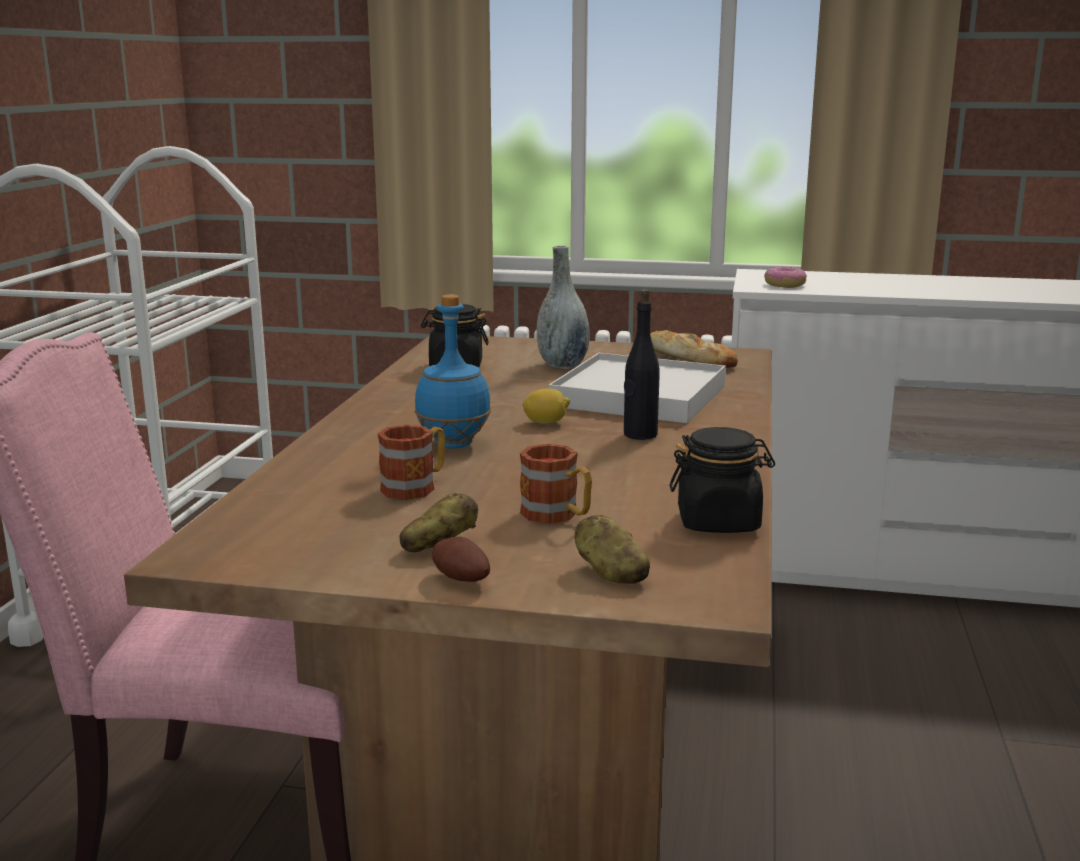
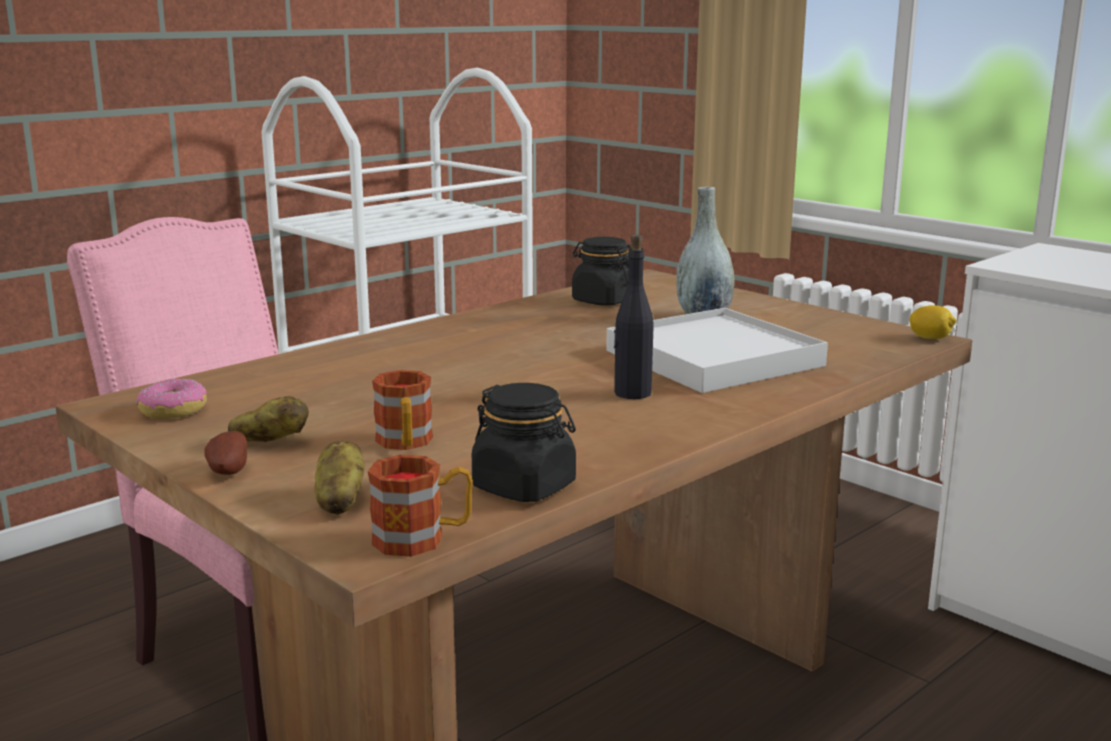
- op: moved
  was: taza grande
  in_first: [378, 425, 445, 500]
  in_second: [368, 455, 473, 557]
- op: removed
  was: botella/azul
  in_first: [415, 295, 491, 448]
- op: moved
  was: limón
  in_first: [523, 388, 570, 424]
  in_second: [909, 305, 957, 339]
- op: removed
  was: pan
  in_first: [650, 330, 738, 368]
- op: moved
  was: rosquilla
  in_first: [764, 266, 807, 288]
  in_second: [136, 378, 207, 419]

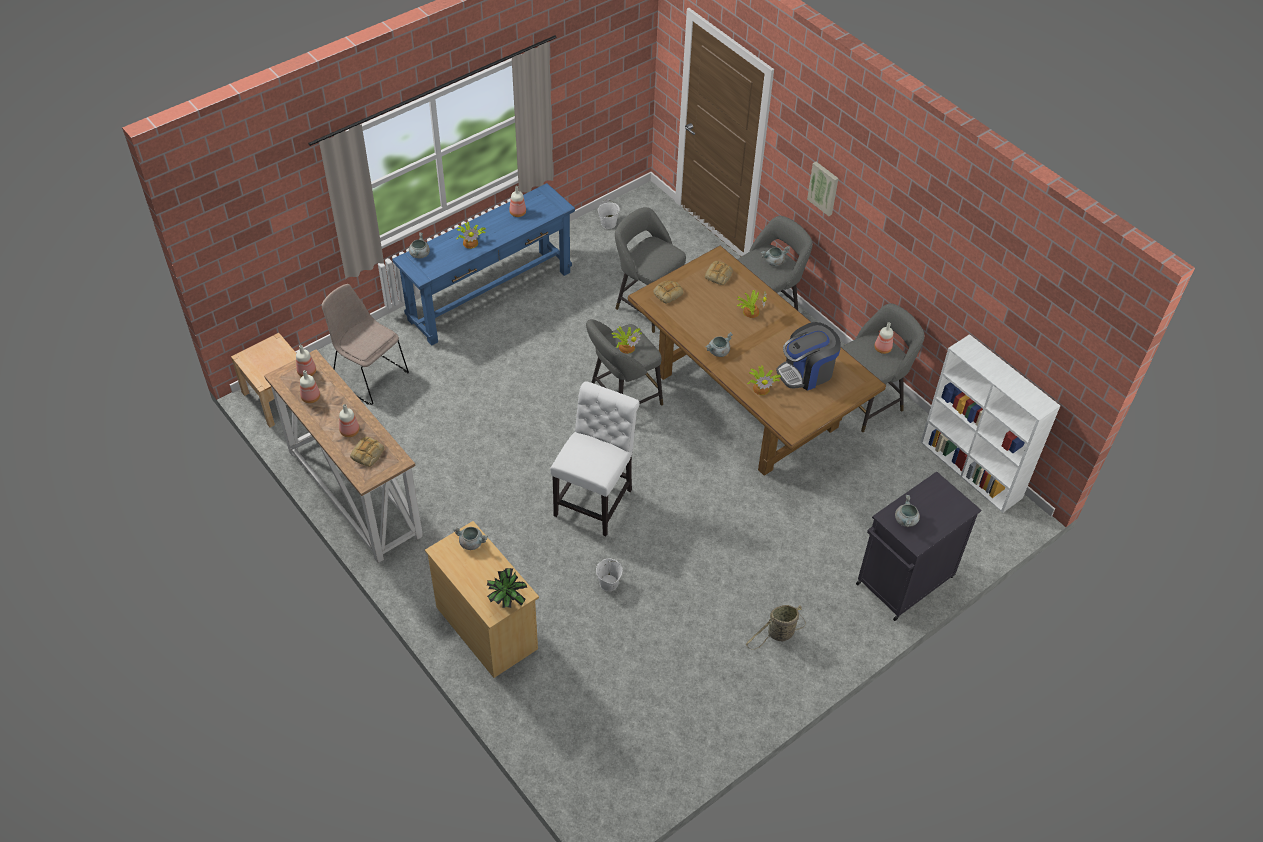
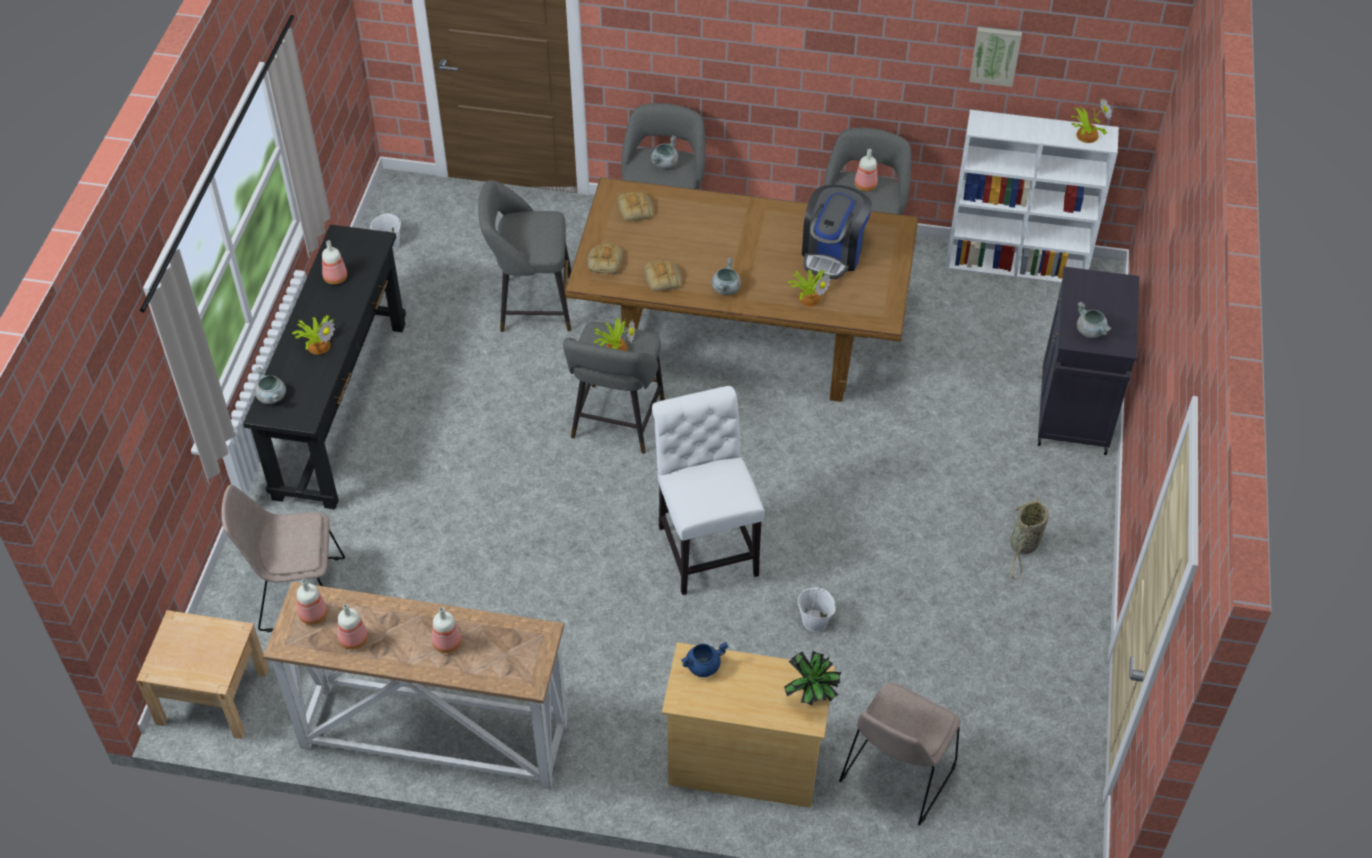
- op: moved
  was: pan
  in_first: [350, 437, 384, 467]
  in_second: [644, 260, 681, 292]
- op: recoloured
  was: mesa consola/azul
  now: mesa consola/negro
  in_first: [392, 183, 575, 346]
  in_second: [243, 225, 406, 510]
- op: recoloured
  was: olla/gris
  now: olla/azul
  in_first: [453, 527, 488, 550]
  in_second: [681, 642, 729, 677]
- op: moved
  was: planta en maceta
  in_first: [737, 290, 767, 318]
  in_second: [1071, 98, 1112, 143]
- op: moved
  was: cuadro
  in_first: [807, 162, 839, 216]
  in_second: [969, 27, 1022, 87]
- op: added
  now: silla/beis
  in_second: [839, 682, 961, 826]

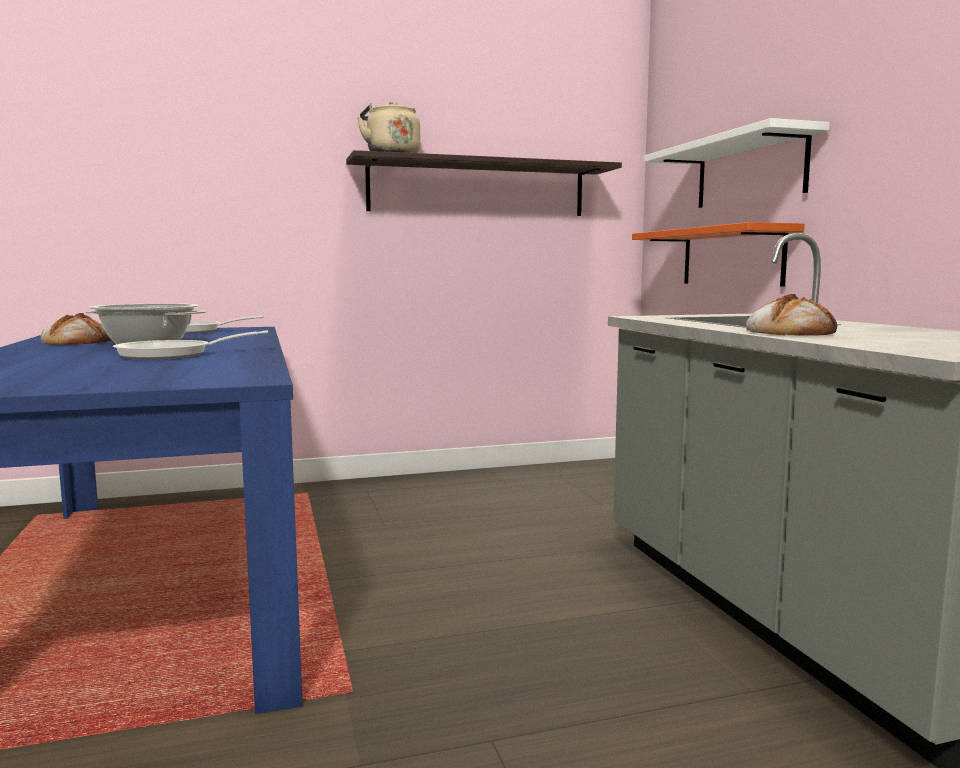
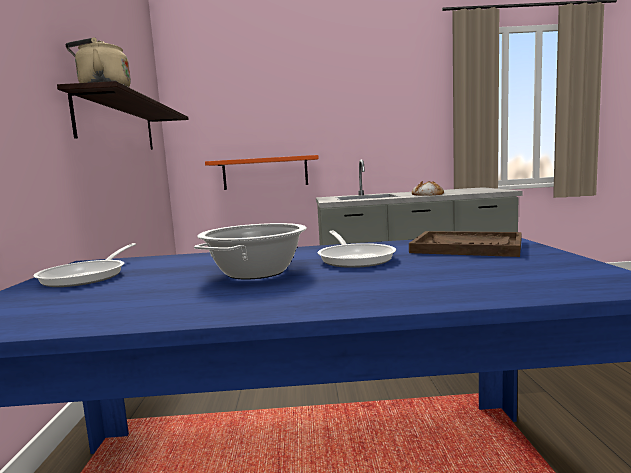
- op: removed
  was: pan
  in_first: [40, 313, 111, 345]
- op: removed
  was: estante/blanco
  in_first: [644, 118, 830, 208]
- op: added
  now: bandeja/marrón
  in_second: [409, 231, 522, 257]

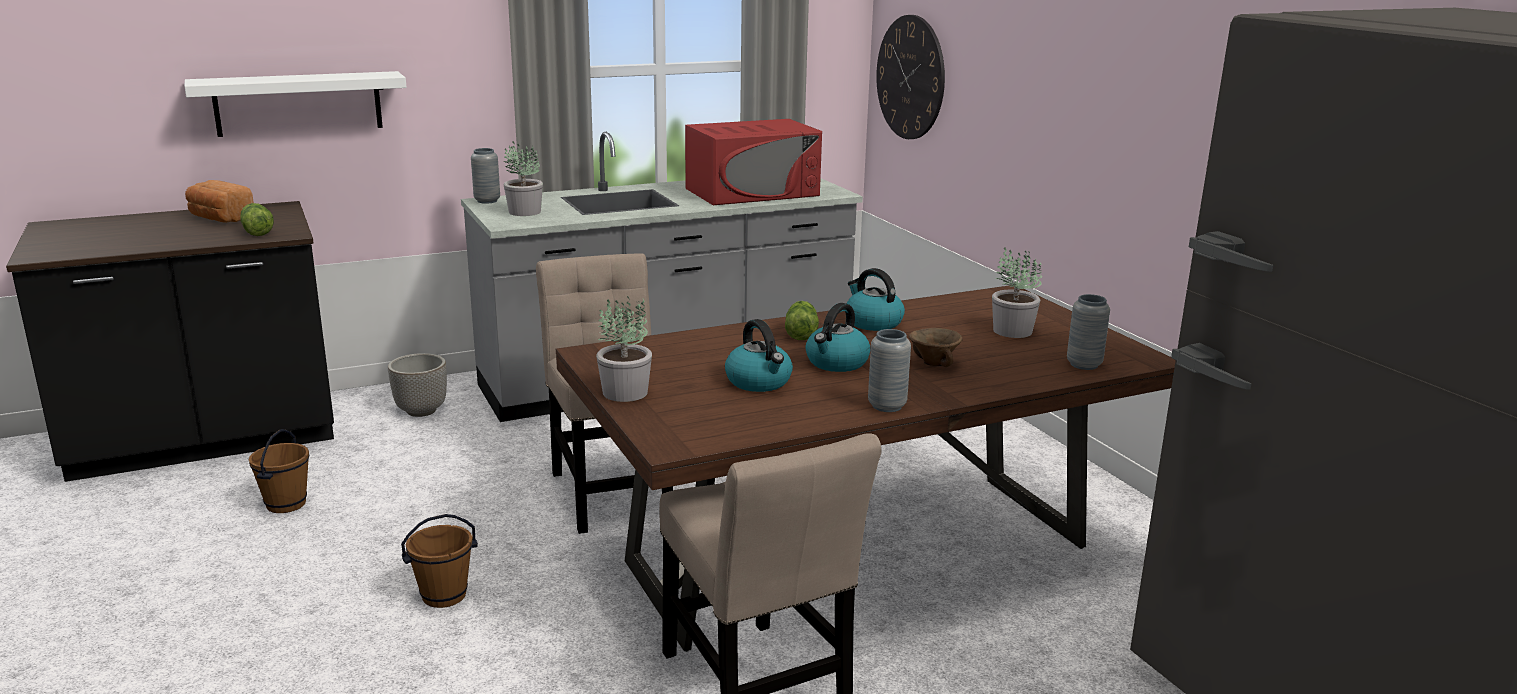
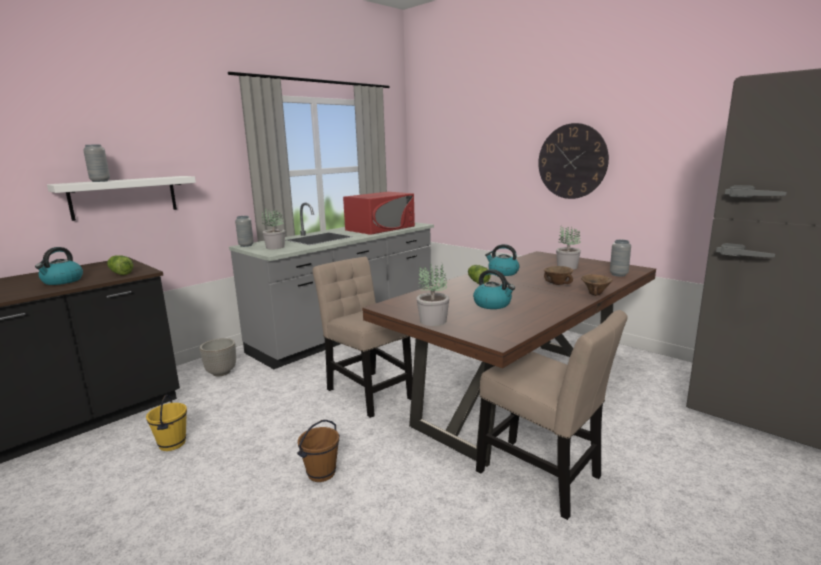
- op: removed
  was: pan
  in_first: [185, 180, 254, 223]
- op: recoloured
  was: cubo/marrón
  now: cubo/amarillo
  in_first: [249, 429, 309, 513]
  in_second: [146, 395, 187, 451]
- op: moved
  was: hervidor
  in_first: [805, 303, 871, 372]
  in_second: [35, 247, 83, 285]
- op: moved
  was: florero/gris
  in_first: [868, 329, 911, 412]
  in_second: [83, 144, 110, 182]
- op: moved
  was: reloj de pared
  in_first: [876, 15, 945, 139]
  in_second: [538, 123, 609, 199]
- op: added
  now: cuenco/marrón
  in_second: [581, 274, 613, 296]

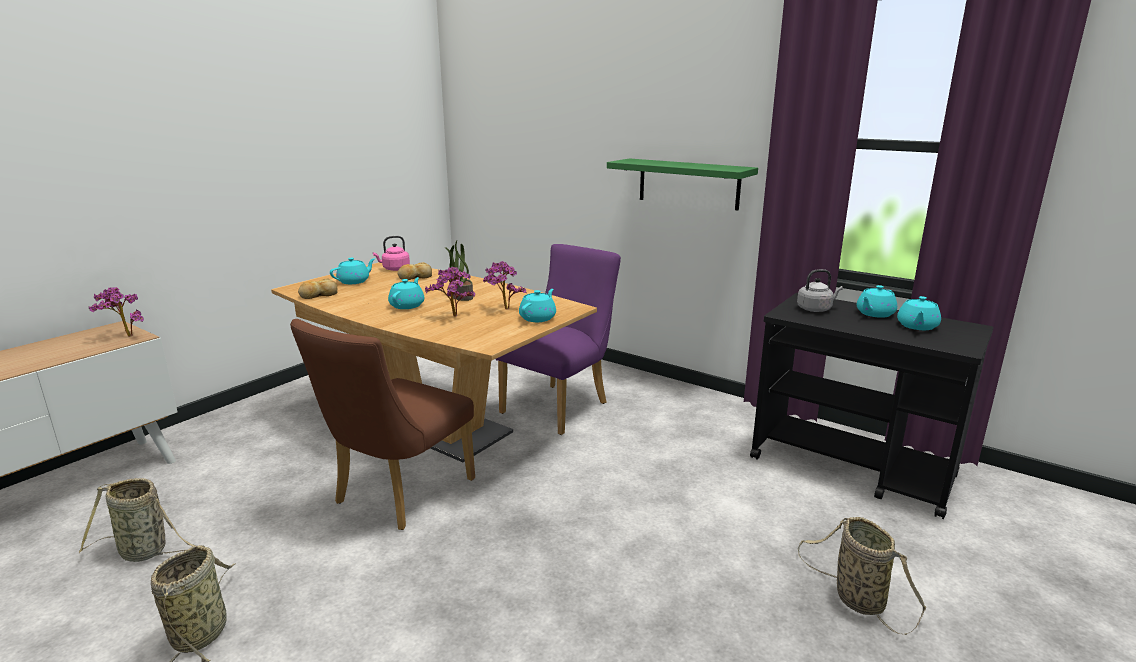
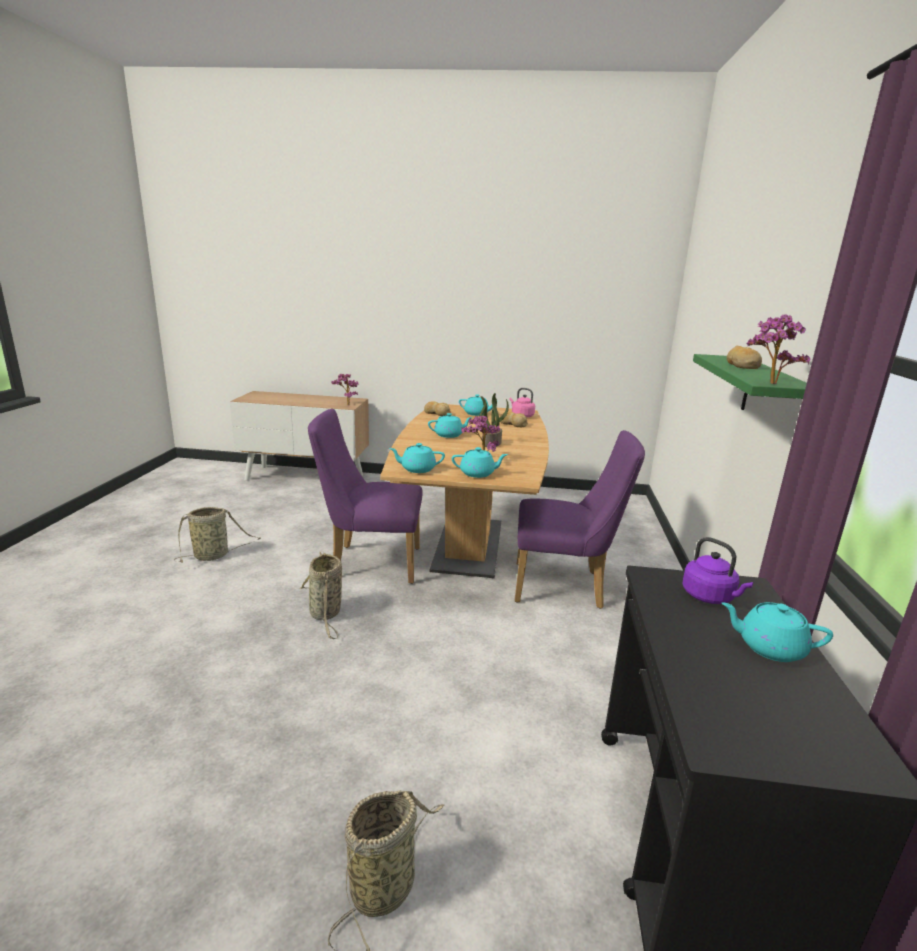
- op: moved
  was: cesta
  in_first: [79, 478, 195, 562]
  in_second: [299, 552, 342, 639]
- op: recoloured
  was: silla/marrón
  now: silla/morado
  in_first: [290, 319, 475, 530]
  in_second: [308, 409, 423, 584]
- op: moved
  was: planta en maceta
  in_first: [425, 267, 475, 317]
  in_second: [746, 314, 810, 384]
- op: recoloured
  was: hervidor/gris
  now: hervidor/morado
  in_first: [797, 269, 843, 312]
  in_second: [683, 537, 753, 604]
- op: moved
  was: tetera/turquesa
  in_first: [897, 296, 941, 330]
  in_second: [389, 443, 445, 473]
- op: added
  now: pan
  in_second: [727, 346, 762, 369]

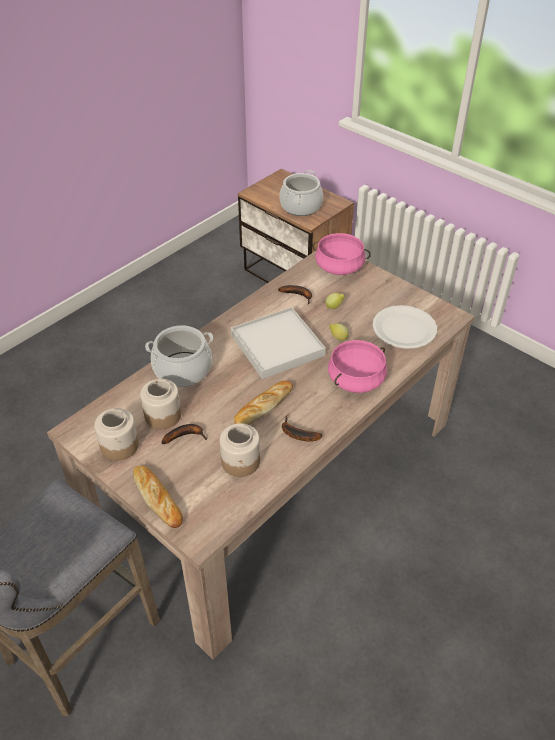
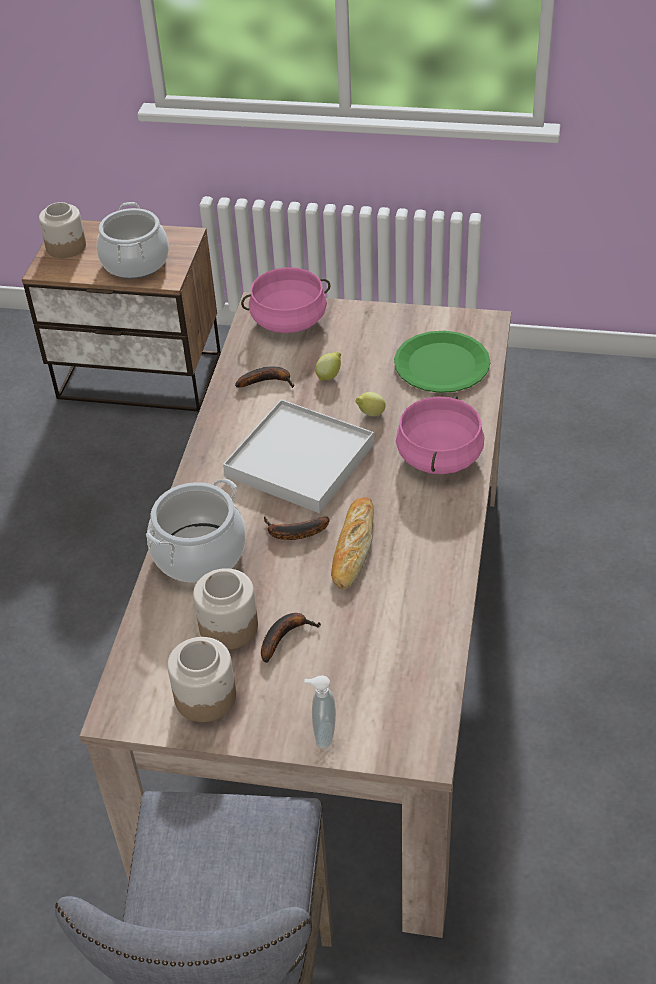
- op: replaced
  was: pan
  now: dispensador de jabón
  in_first: [133, 466, 183, 528]
  in_second: [304, 675, 336, 748]
- op: moved
  was: tarro
  in_first: [219, 423, 260, 477]
  in_second: [39, 202, 86, 258]
- op: moved
  was: plátano
  in_first: [282, 415, 322, 442]
  in_second: [264, 516, 330, 540]
- op: recoloured
  was: plato/blanco
  now: plato/verde
  in_first: [372, 305, 437, 349]
  in_second: [394, 331, 490, 393]

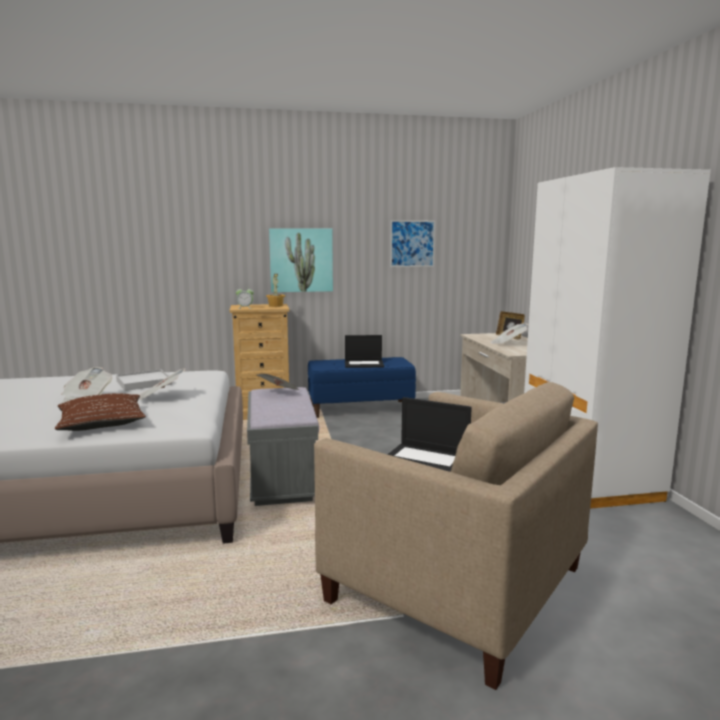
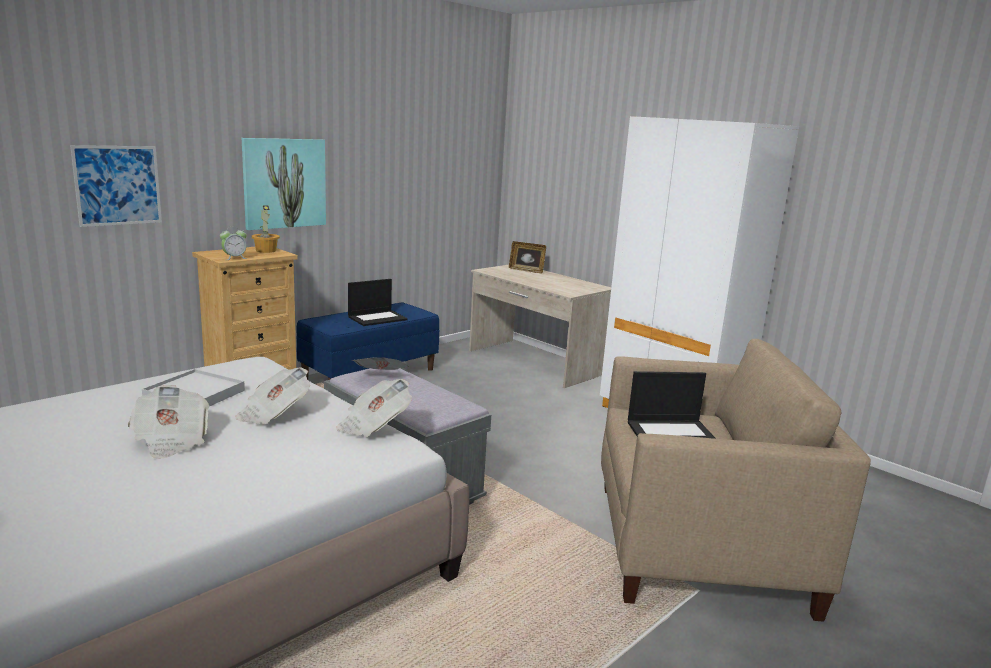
- op: removed
  was: cojín/marrón
  in_first: [55, 393, 146, 431]
- op: moved
  was: cuadro
  in_first: [390, 220, 435, 267]
  in_second: [70, 145, 162, 227]
- op: moved
  was: periódico
  in_first: [490, 323, 528, 344]
  in_second: [336, 379, 412, 437]

